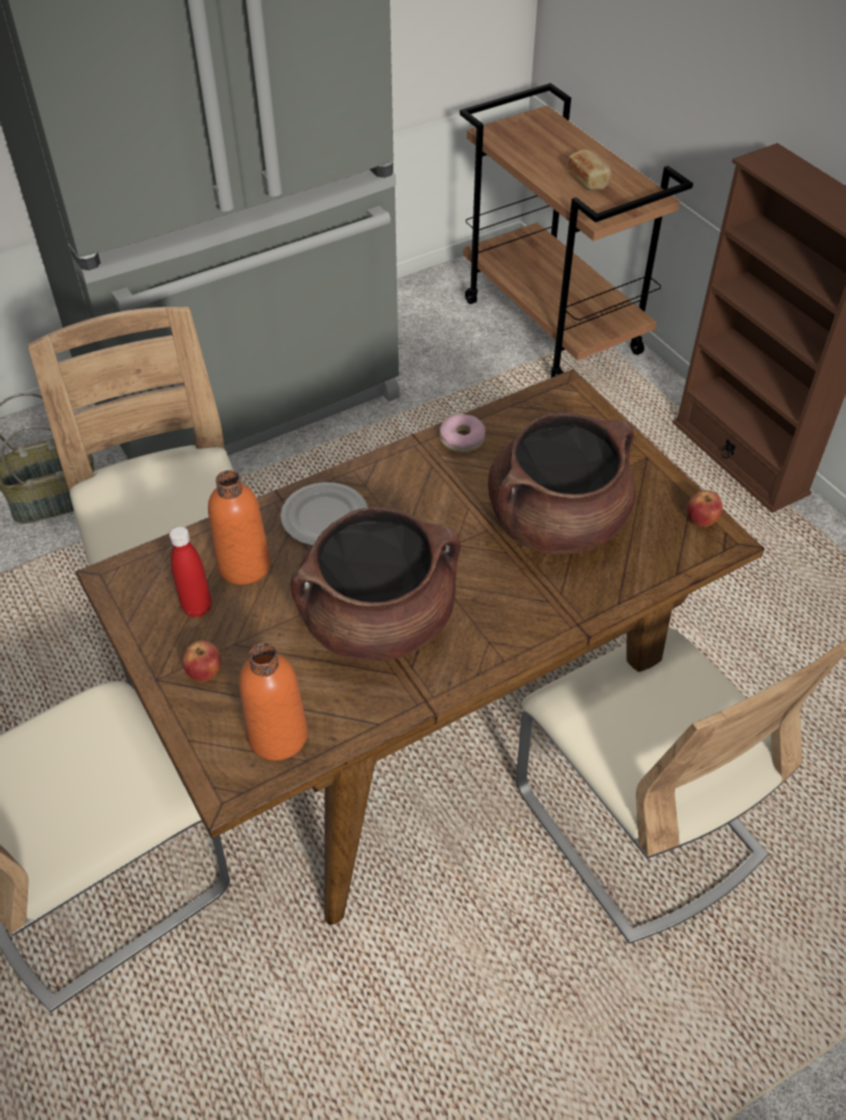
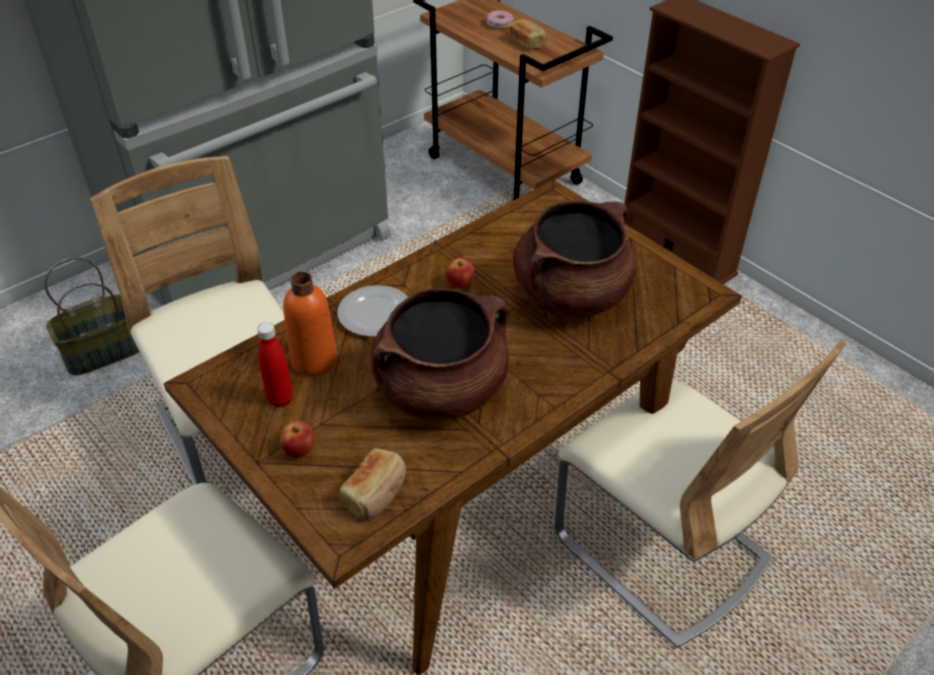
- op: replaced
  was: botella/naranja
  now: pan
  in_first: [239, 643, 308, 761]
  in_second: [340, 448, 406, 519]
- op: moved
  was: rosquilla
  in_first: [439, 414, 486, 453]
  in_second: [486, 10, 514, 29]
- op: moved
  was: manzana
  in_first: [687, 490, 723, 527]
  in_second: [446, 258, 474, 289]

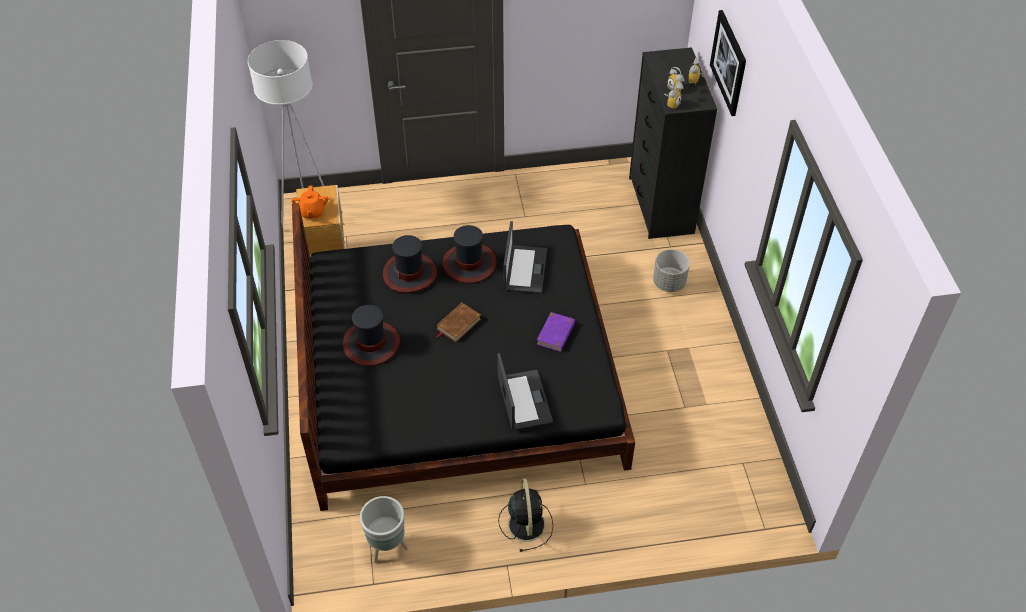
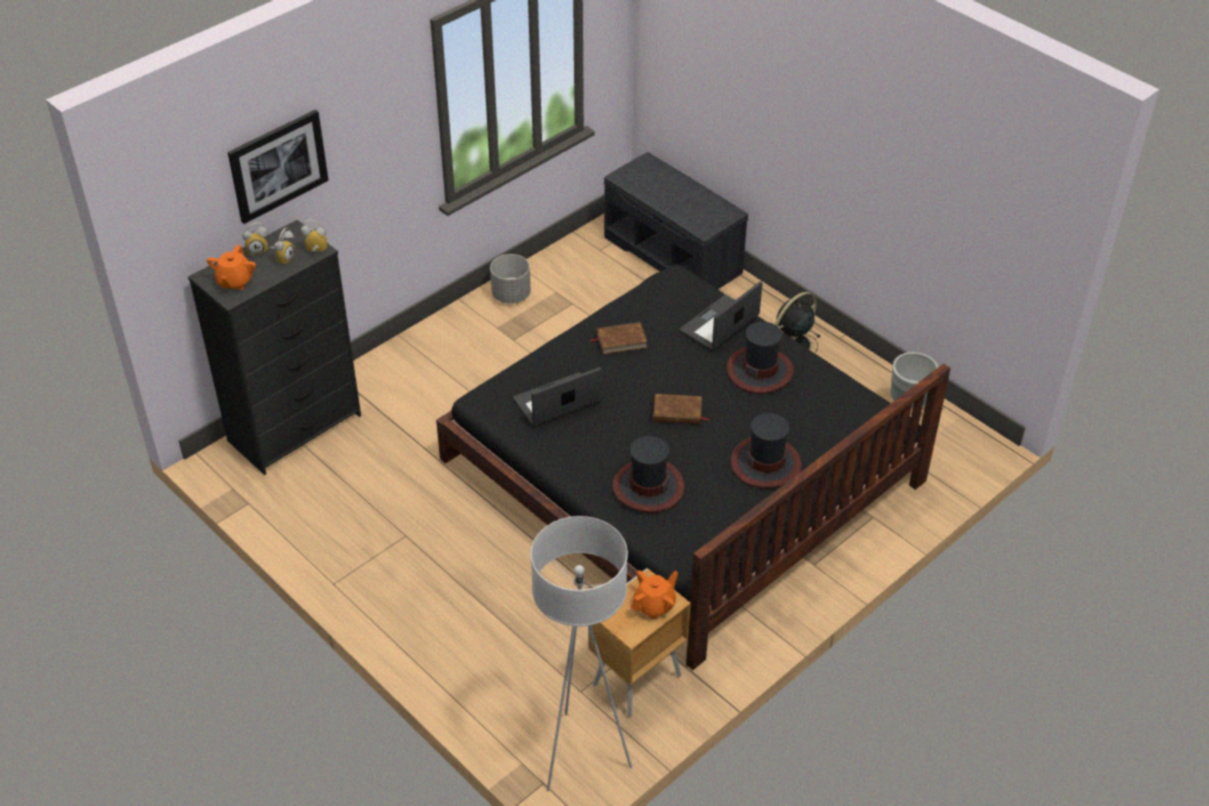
- op: moved
  was: sombrero
  in_first: [442, 225, 496, 284]
  in_second: [727, 322, 794, 394]
- op: recoloured
  was: libro/morado
  now: libro/marrón
  in_first: [537, 312, 575, 352]
  in_second: [591, 322, 647, 354]
- op: moved
  was: maceta/gris
  in_first: [653, 249, 690, 292]
  in_second: [490, 254, 531, 303]
- op: added
  now: tetera/naranja
  in_second: [207, 245, 256, 290]
- op: added
  now: banco/gris
  in_second: [604, 152, 748, 289]

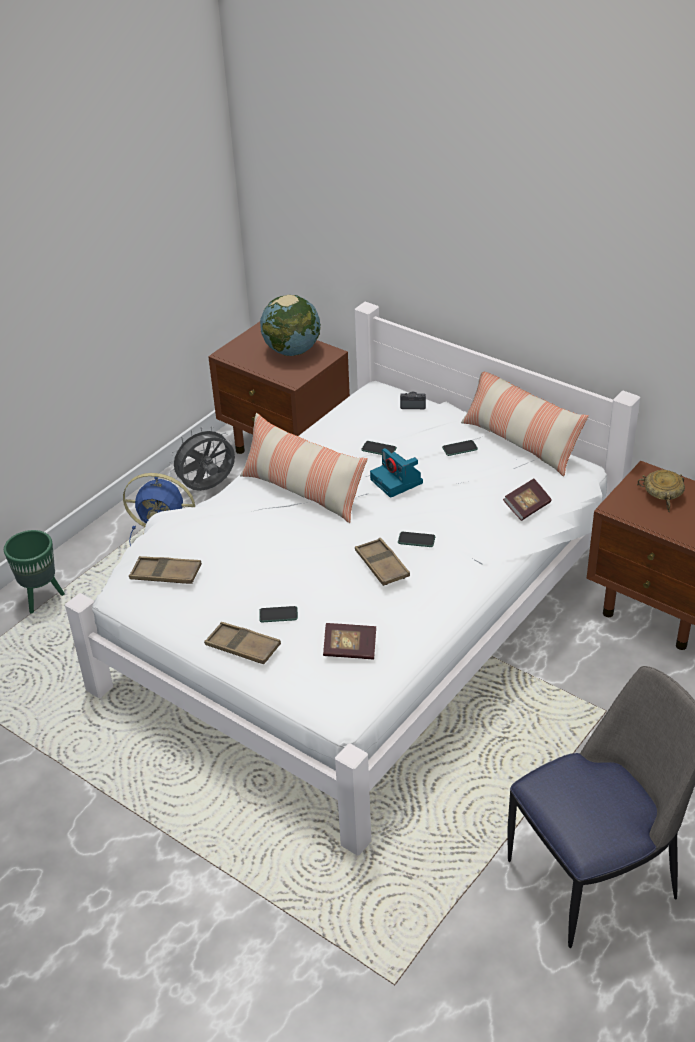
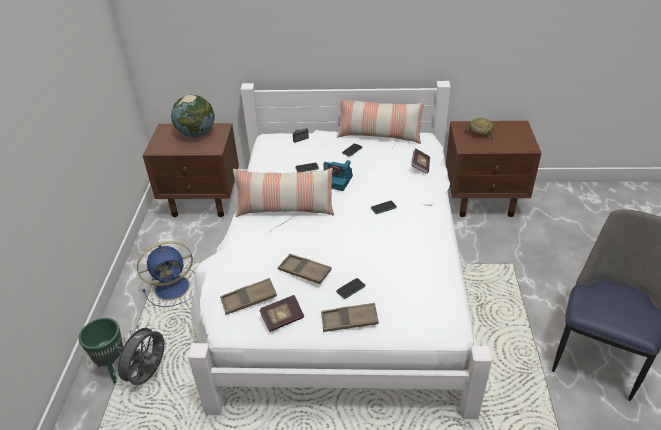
- op: moved
  was: ventilador/gris
  in_first: [169, 426, 235, 491]
  in_second: [113, 324, 165, 385]
- op: moved
  was: libro
  in_first: [323, 623, 376, 659]
  in_second: [259, 295, 304, 332]
- op: moved
  was: bandeja/marrón
  in_first: [355, 538, 410, 586]
  in_second: [278, 254, 332, 284]

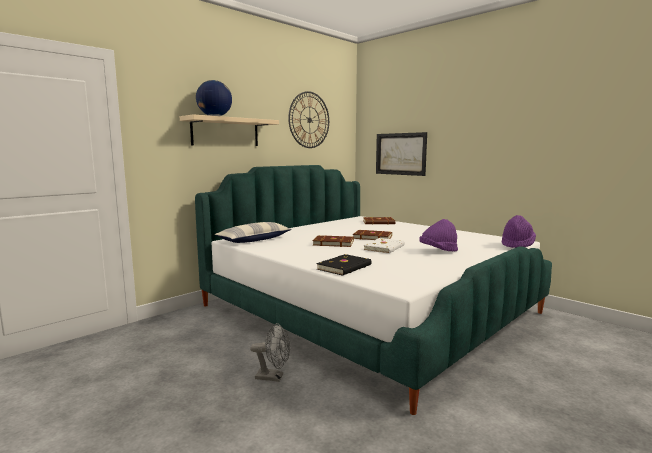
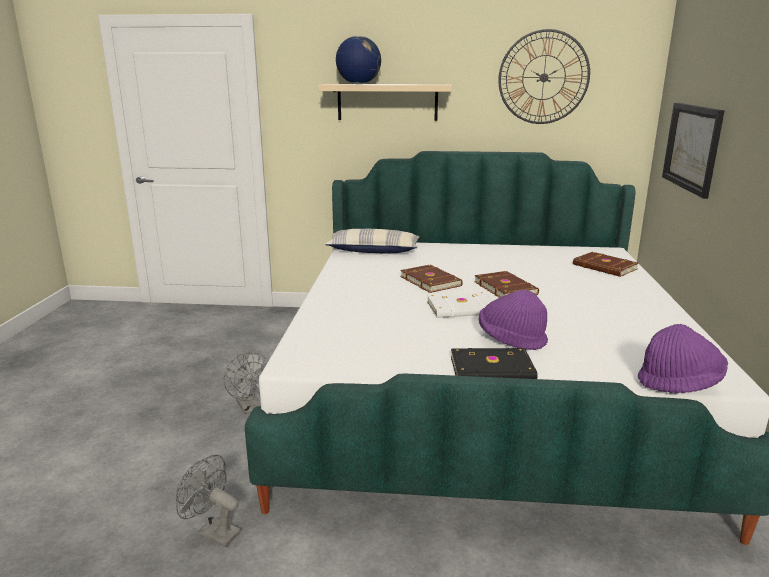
- op: moved
  was: libro/negro
  in_first: [316, 254, 372, 276]
  in_second: [451, 348, 538, 379]
- op: added
  now: ventilador/gris
  in_second: [176, 455, 241, 547]

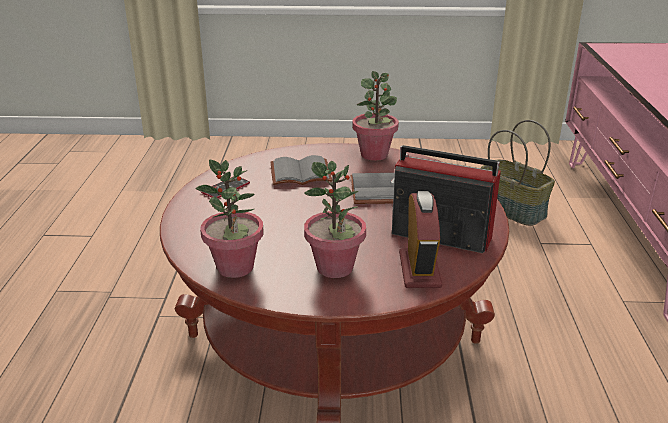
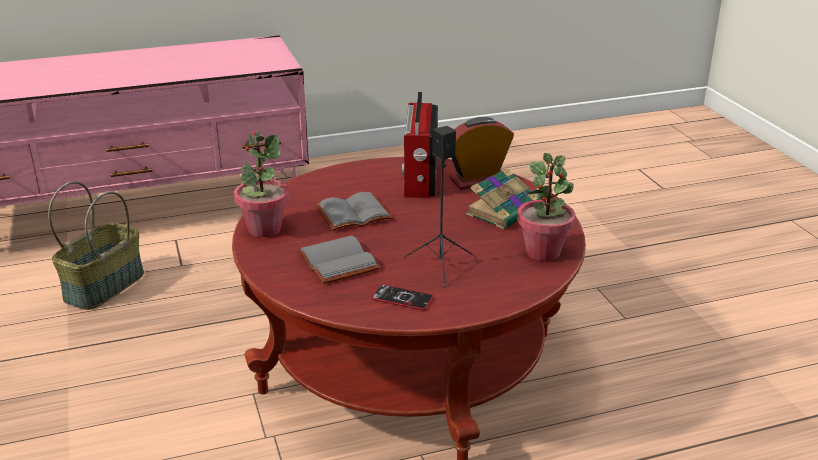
- op: replaced
  was: planta en maceta
  now: libro
  in_first: [304, 161, 366, 278]
  in_second: [466, 167, 540, 229]
- op: added
  now: altavoz/negro
  in_second: [404, 126, 473, 287]

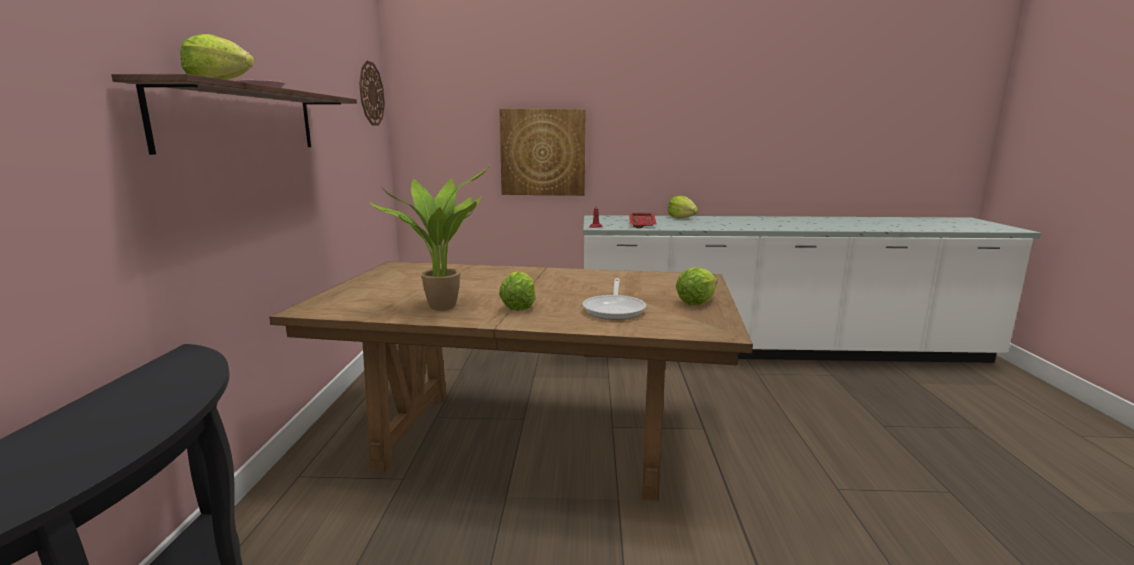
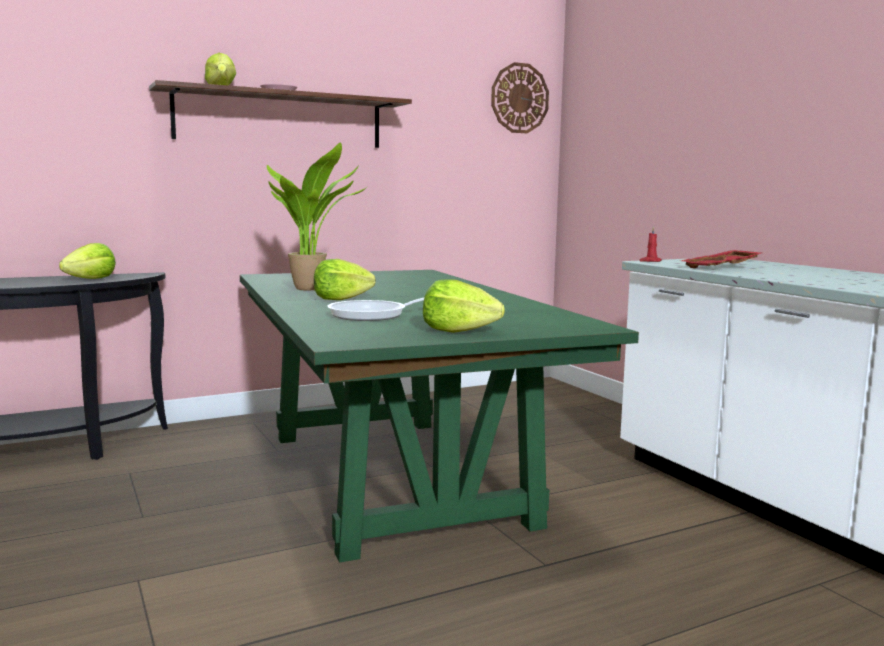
- op: recoloured
  was: mesa de comedor/marrón
  now: mesa de comedor/verde
  in_first: [269, 261, 753, 501]
  in_second: [240, 270, 639, 562]
- op: removed
  was: cuadro
  in_first: [500, 109, 586, 196]
- op: moved
  was: lechuga
  in_first: [668, 195, 698, 218]
  in_second: [59, 243, 116, 279]

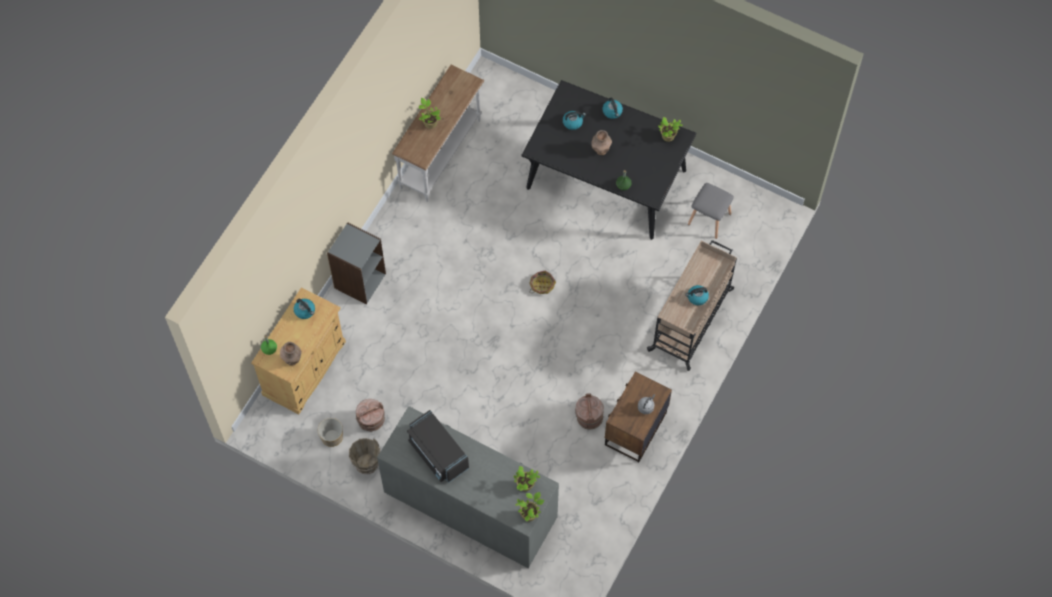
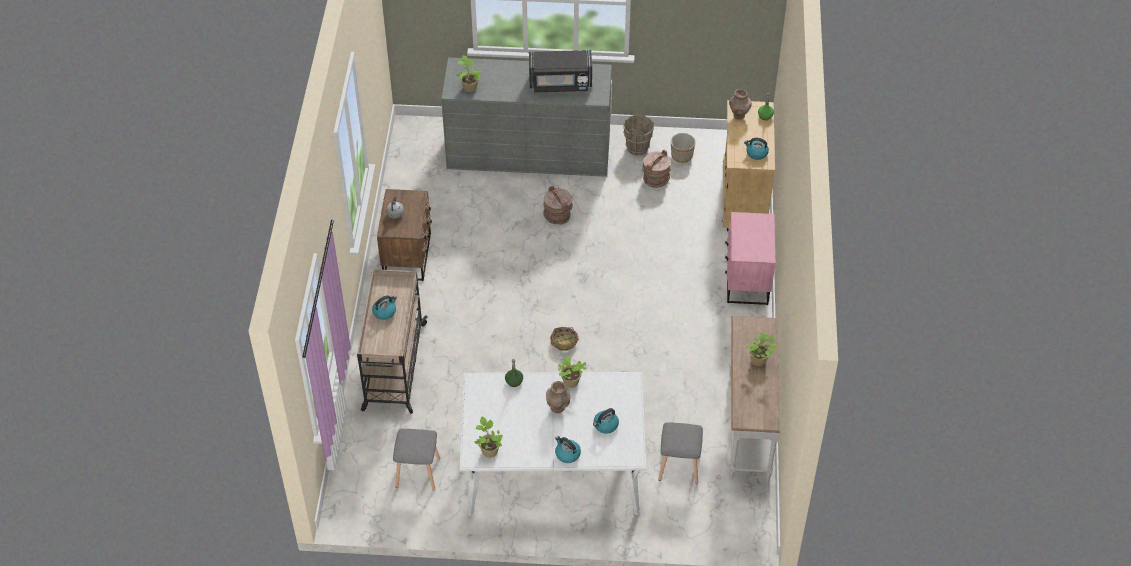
- op: replaced
  was: estantería/gris
  now: mesita de noche/rosa
  in_first: [327, 222, 386, 304]
  in_second: [725, 212, 776, 305]
- op: turned
  was: microondas/negro
  in_first: [407, 410, 469, 483]
  in_second: [529, 50, 592, 93]
  clockwise: 150
- op: moved
  was: planta en maceta
  in_first: [515, 492, 544, 521]
  in_second: [558, 356, 587, 388]
- op: recoloured
  was: mesa de comedor/negro
  now: mesa de comedor/blanco
  in_first: [521, 80, 696, 240]
  in_second: [459, 372, 647, 516]
- op: moved
  was: cubo/marrón
  in_first: [575, 393, 604, 430]
  in_second: [543, 186, 573, 224]
- op: added
  now: taburete/gris
  in_second: [658, 422, 703, 485]

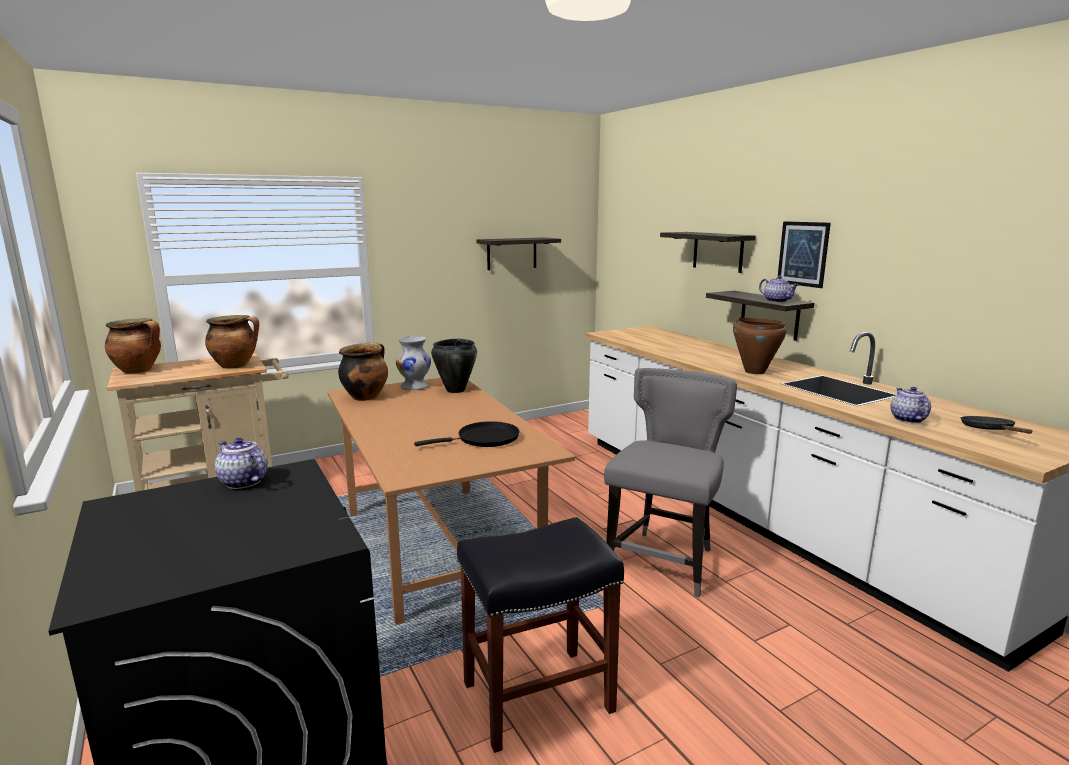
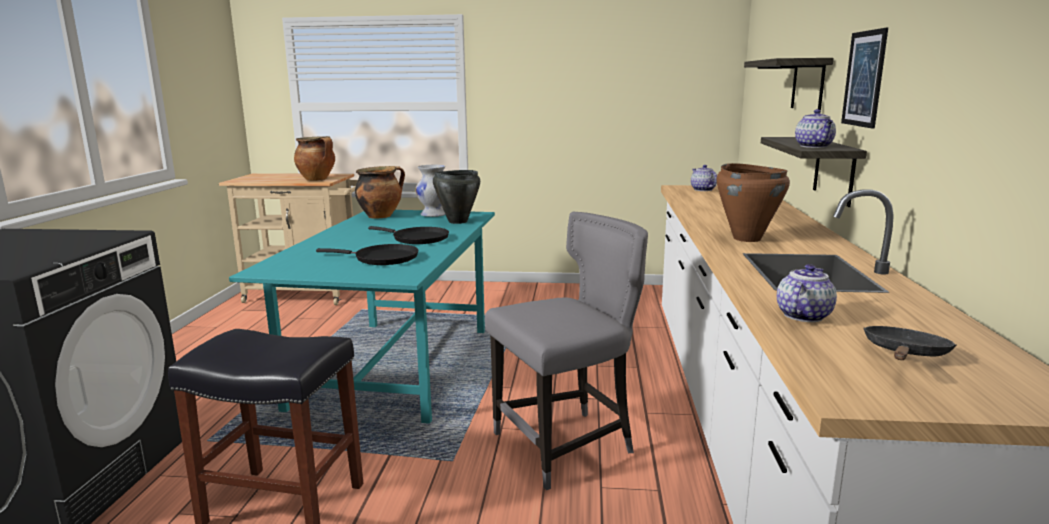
- op: removed
  was: olla
  in_first: [105, 318, 161, 373]
- op: moved
  was: tetera
  in_first: [215, 438, 268, 489]
  in_second: [691, 165, 717, 191]
- op: recoloured
  was: mesa de comedor/marrón
  now: mesa de comedor/turquesa
  in_first: [328, 378, 575, 625]
  in_second: [229, 210, 495, 424]
- op: removed
  was: estante
  in_first: [477, 237, 561, 270]
- op: added
  now: sartén/negro
  in_second: [368, 226, 449, 244]

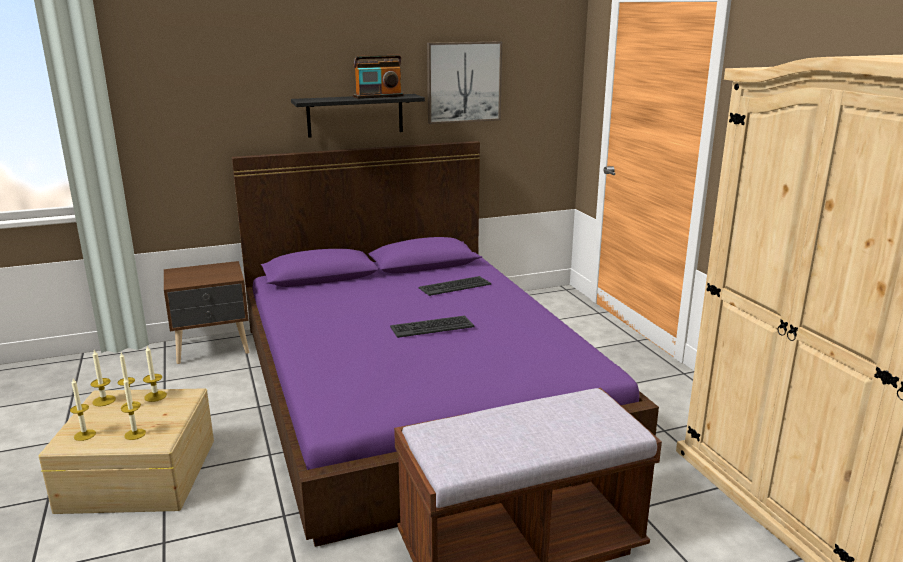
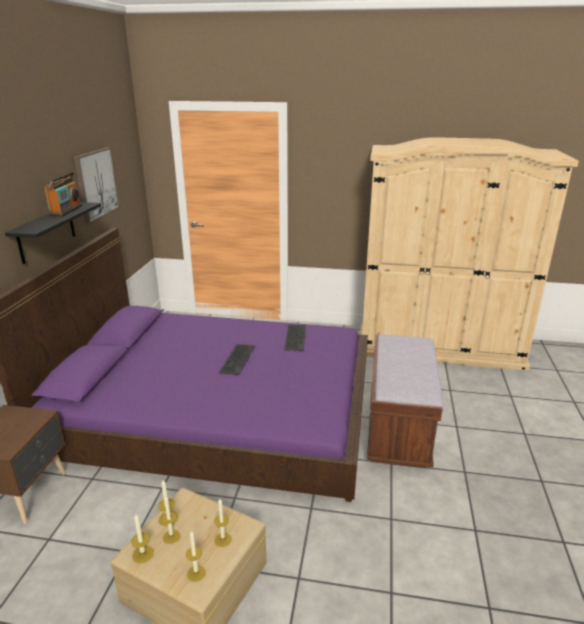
- op: moved
  was: teclado
  in_first: [419, 276, 491, 296]
  in_second: [284, 325, 306, 351]

